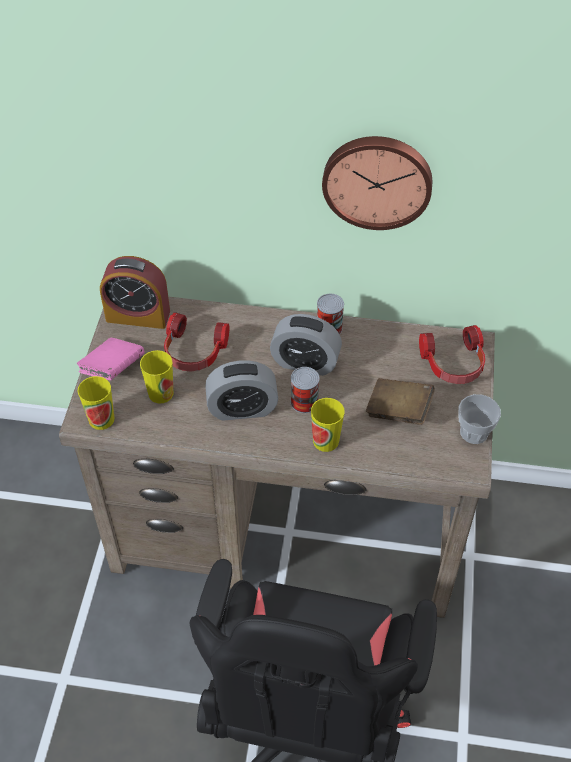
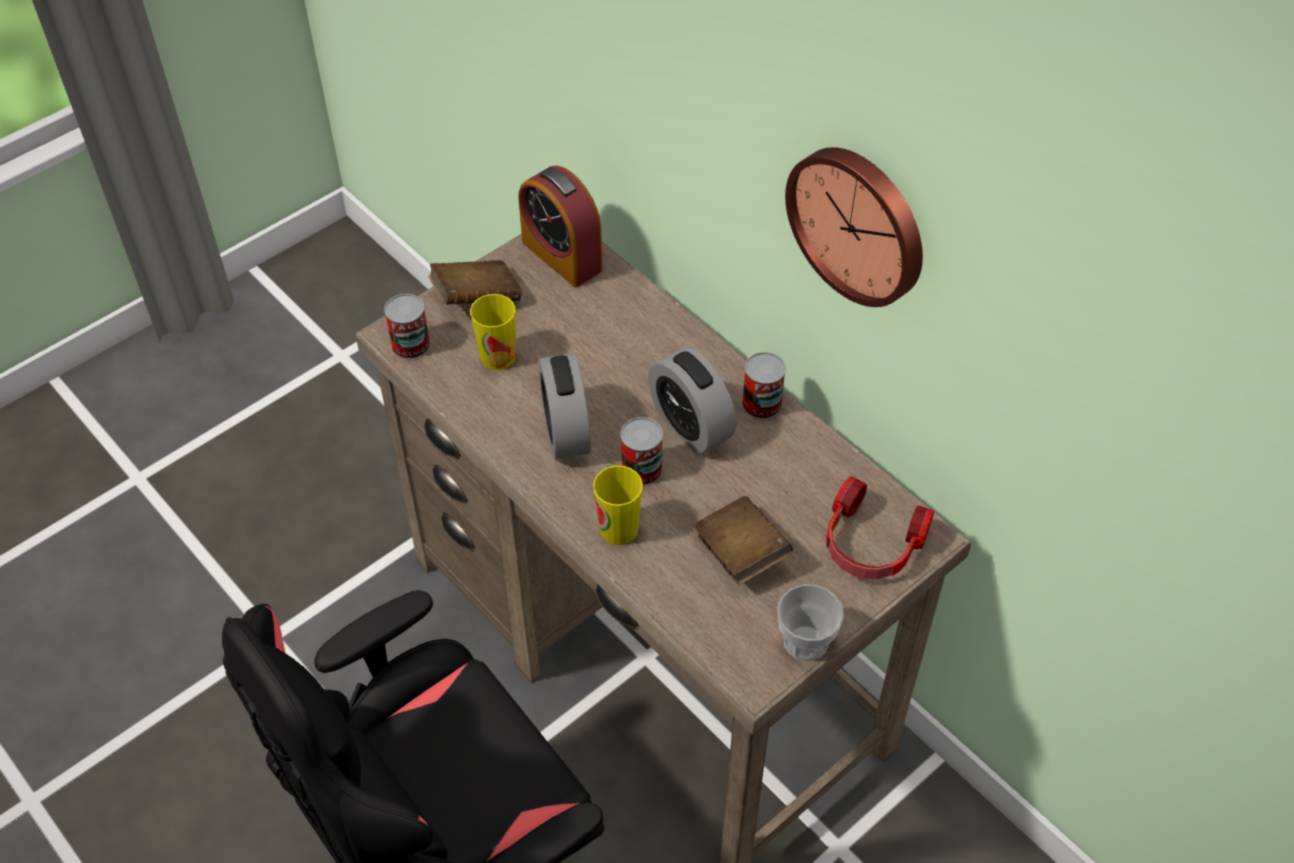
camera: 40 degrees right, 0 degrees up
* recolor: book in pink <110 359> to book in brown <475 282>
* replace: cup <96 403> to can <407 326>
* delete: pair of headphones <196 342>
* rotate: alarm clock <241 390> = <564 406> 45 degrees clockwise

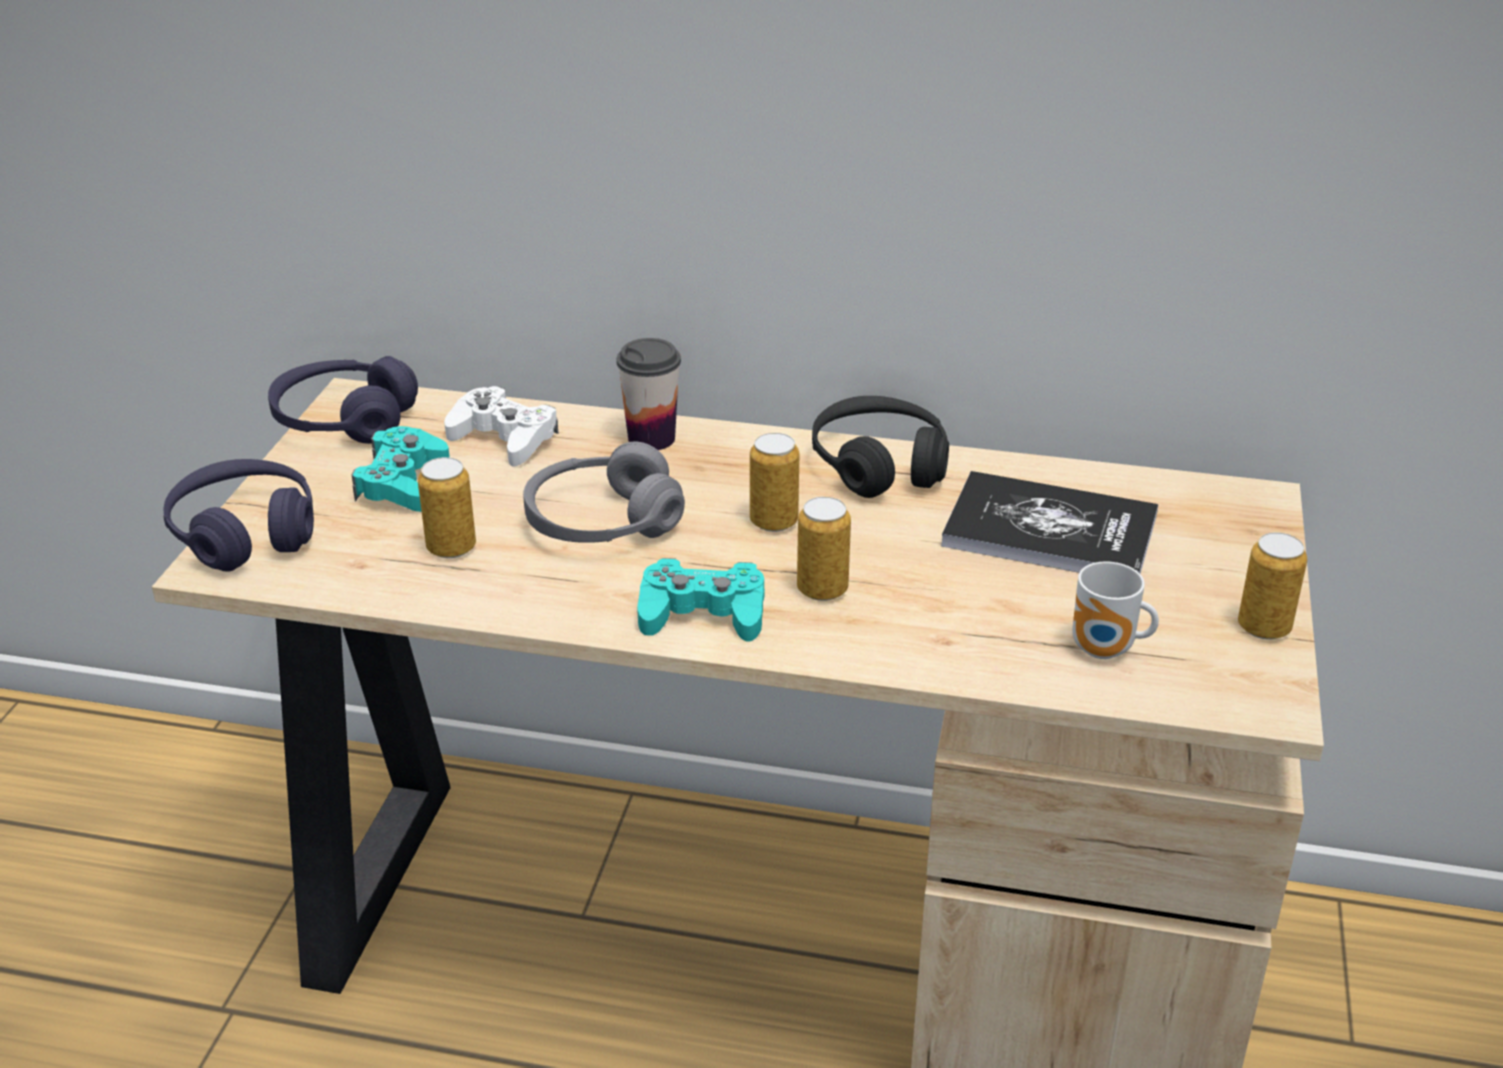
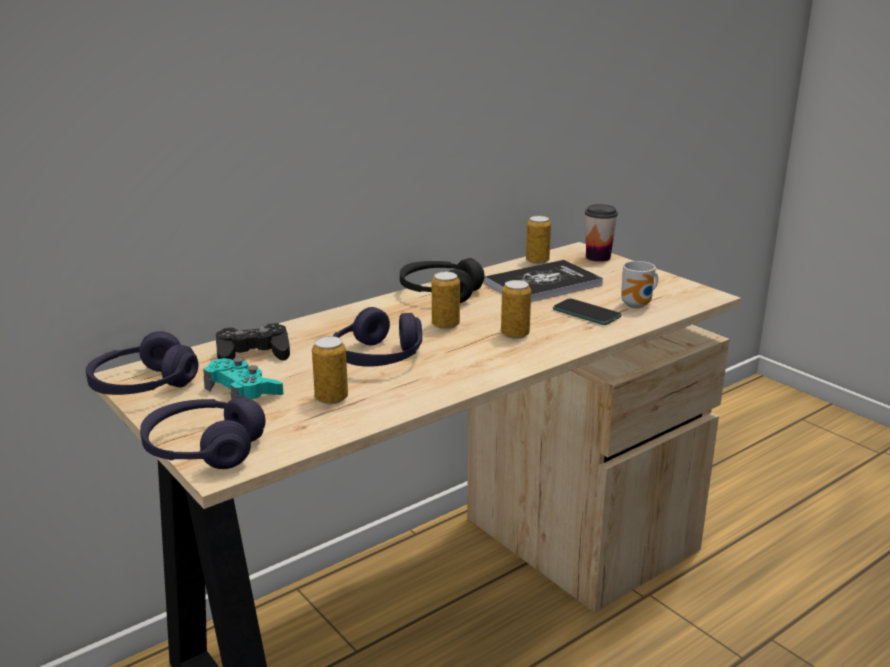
camera: 50 degrees left, 10 degrees down
* recolor: joypad in white-coloured <501 426> to joypad in black-coloured <253 342>
* recolor: pair of headphones in gray <604 492> to pair of headphones in purple <377 337>
* move: cup <649 394> to <601 233>
* delete: joypad in turquoise <701 600>
* move: can <1272 586> to <538 240>
* insert: handset <587 311>

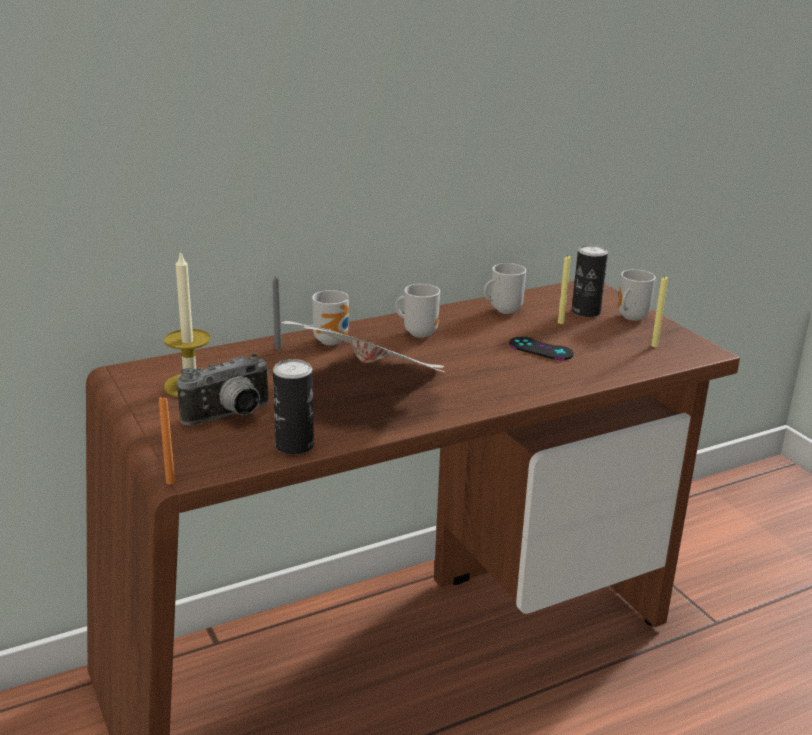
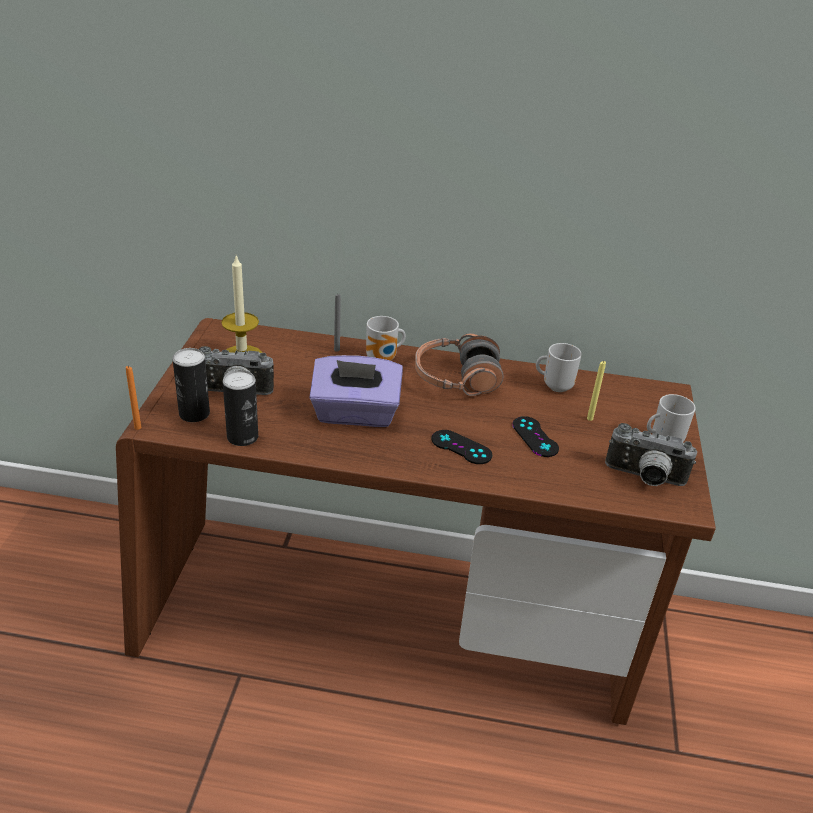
camera: 35 degrees right, 10 degrees up
* replace: daily paper <363 346> to box of tissues in purple <356 391>
* replace: mug <417 311> to pair of headphones <459 364>
* move: can <590 281> to <191 385>
* replace: wax candle in yellow <659 312> to still camera <651 454>
* insert: joypad in black-coloured <461 447>

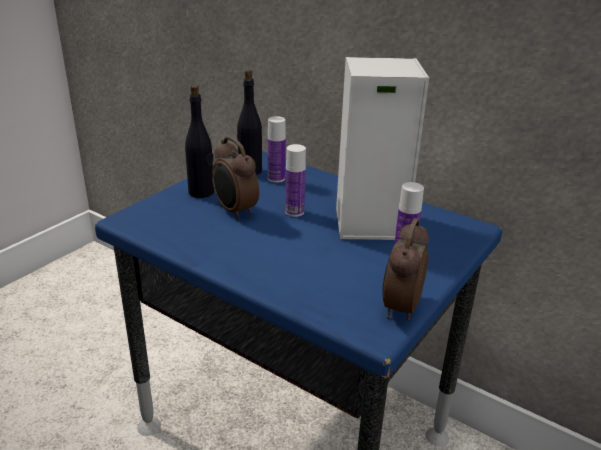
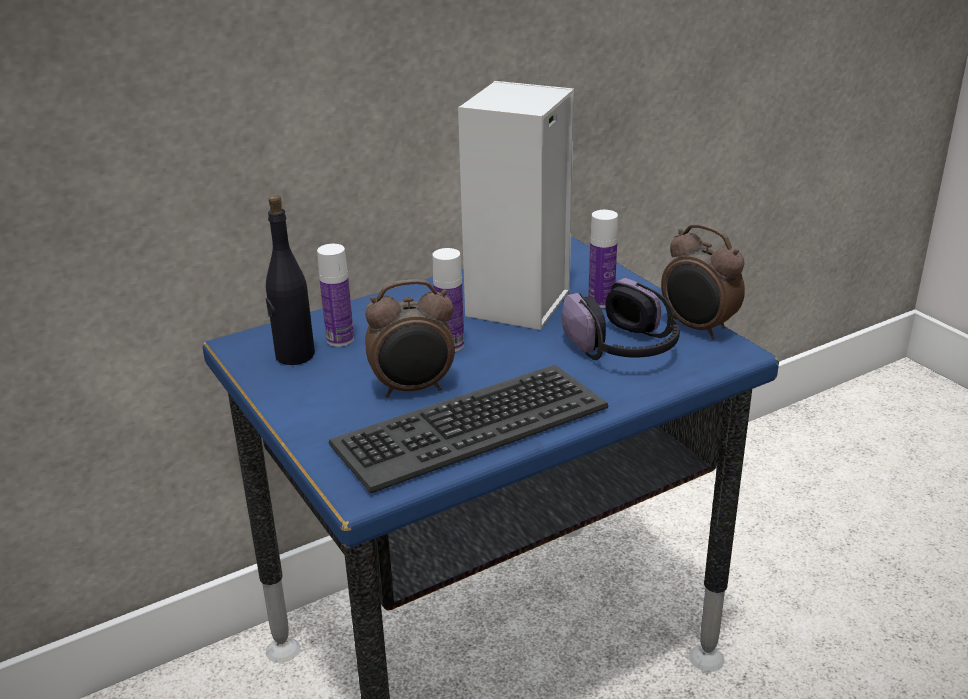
camera: 65 degrees left, 0 degrees up
* delete: beverage bottle in black-coloured <199 141>
* insert: PC keyboard <468 429>
* insert: pair of headphones <621 319>

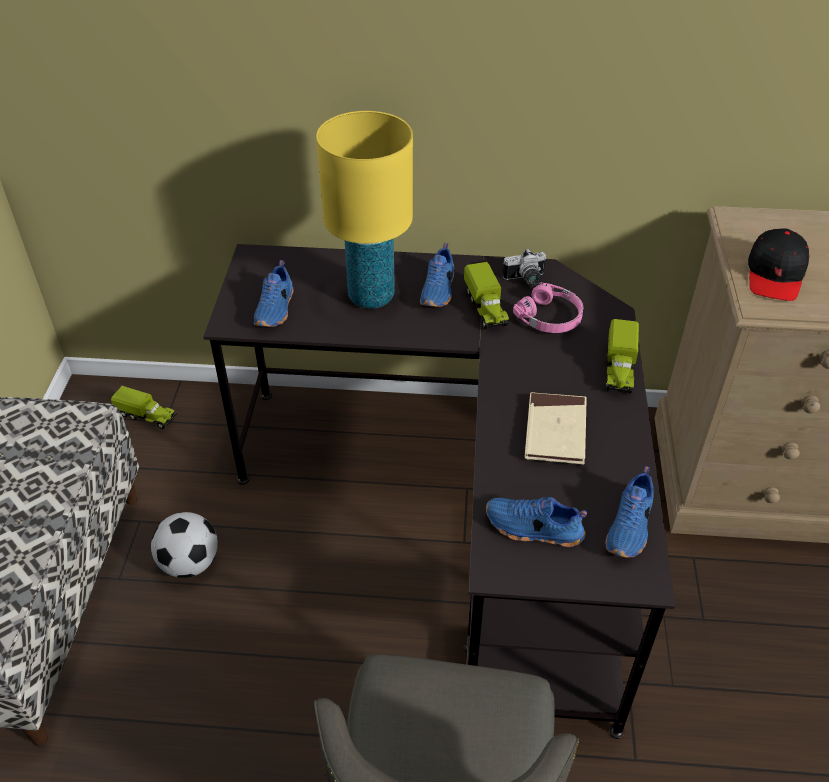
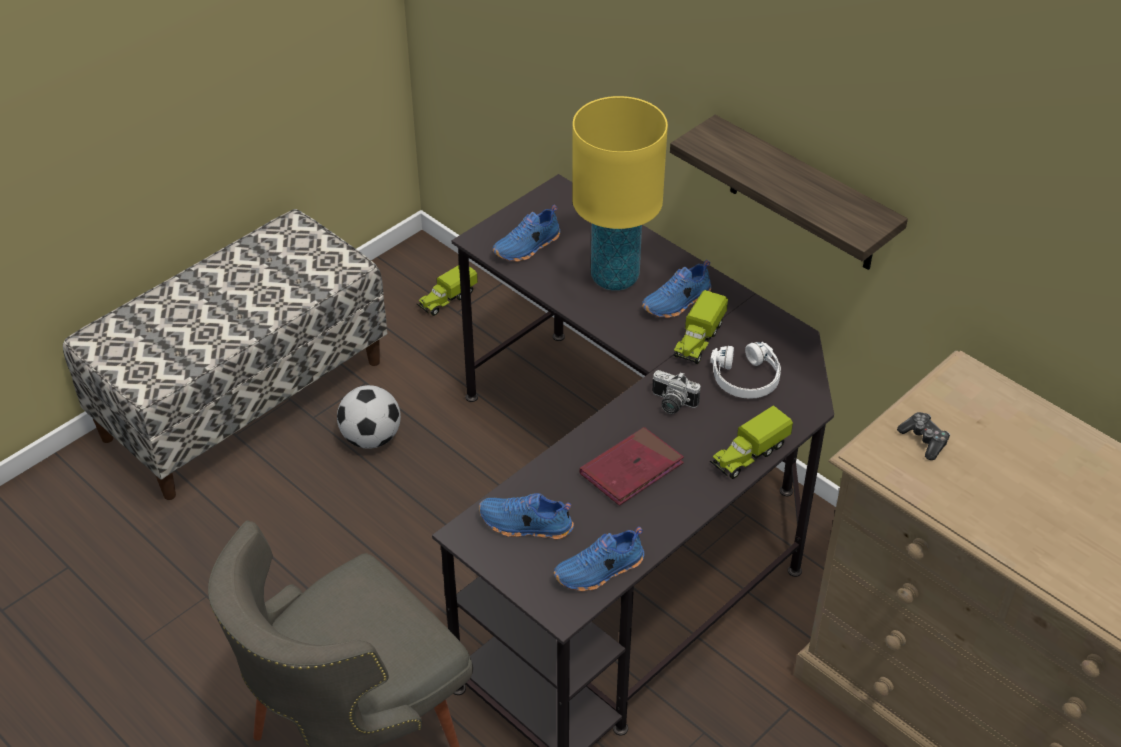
camera: 40 degrees right, 0 degrees up
* rotate: model truck <144 407> = <447 290> 75 degrees clockwise
* rotate: shoe in blue-coloured <536 522> = <526 516> 45 degrees counterclockwise
* move: still camera <524 267> to <676 392>
* recolor: pair of headphones in pink <548 308> to pair of headphones in white-coloured <745 370>
* recolor: book in beige-coloured <556 428> to book in red <632 466>
* replace: peaked cap in black-coloured <778 264> to joypad <923 436>
* insert: wall shelf <789 192>

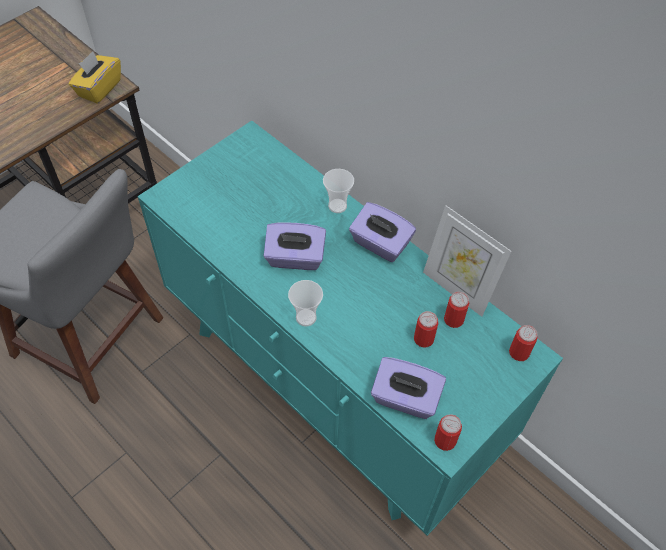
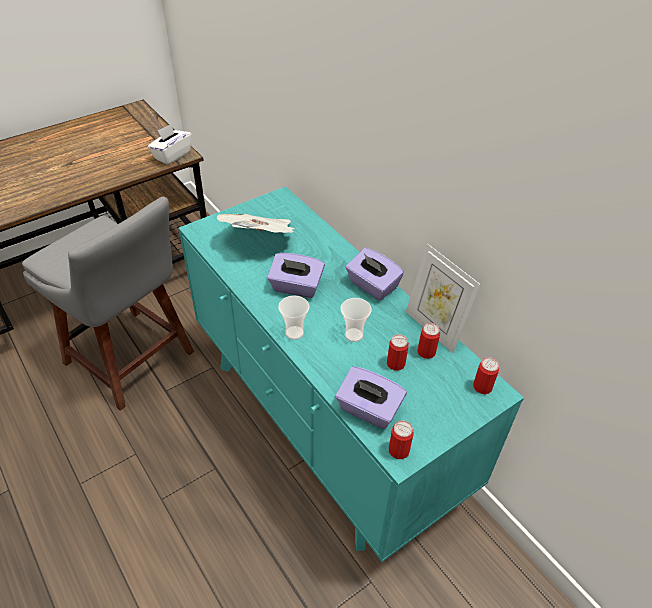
camera: 10 degrees right, 10 degrees down
* recolor: box of tissues in yellow <95 77> to box of tissues in white-coloured <170 144>
* move: cup <338 191> to <356 320>
* insert: daily paper <256 223>

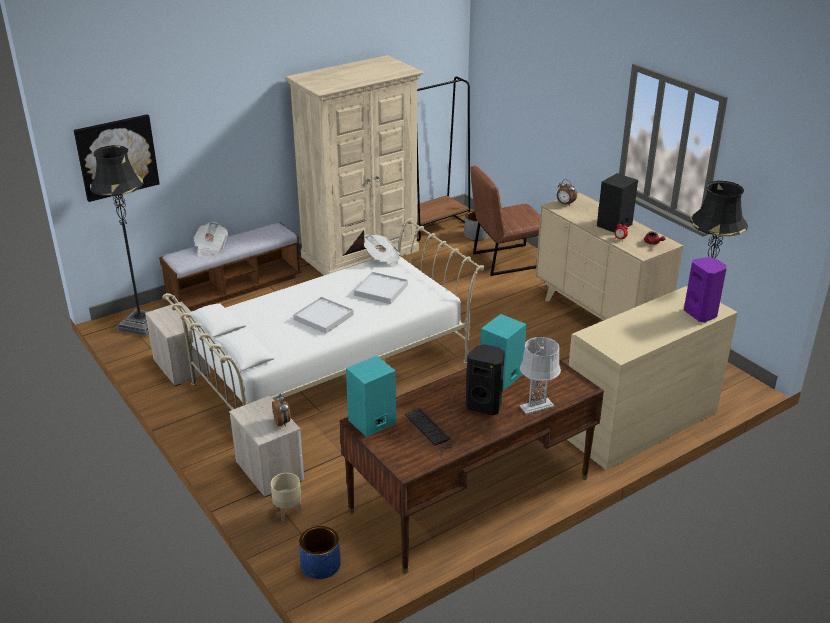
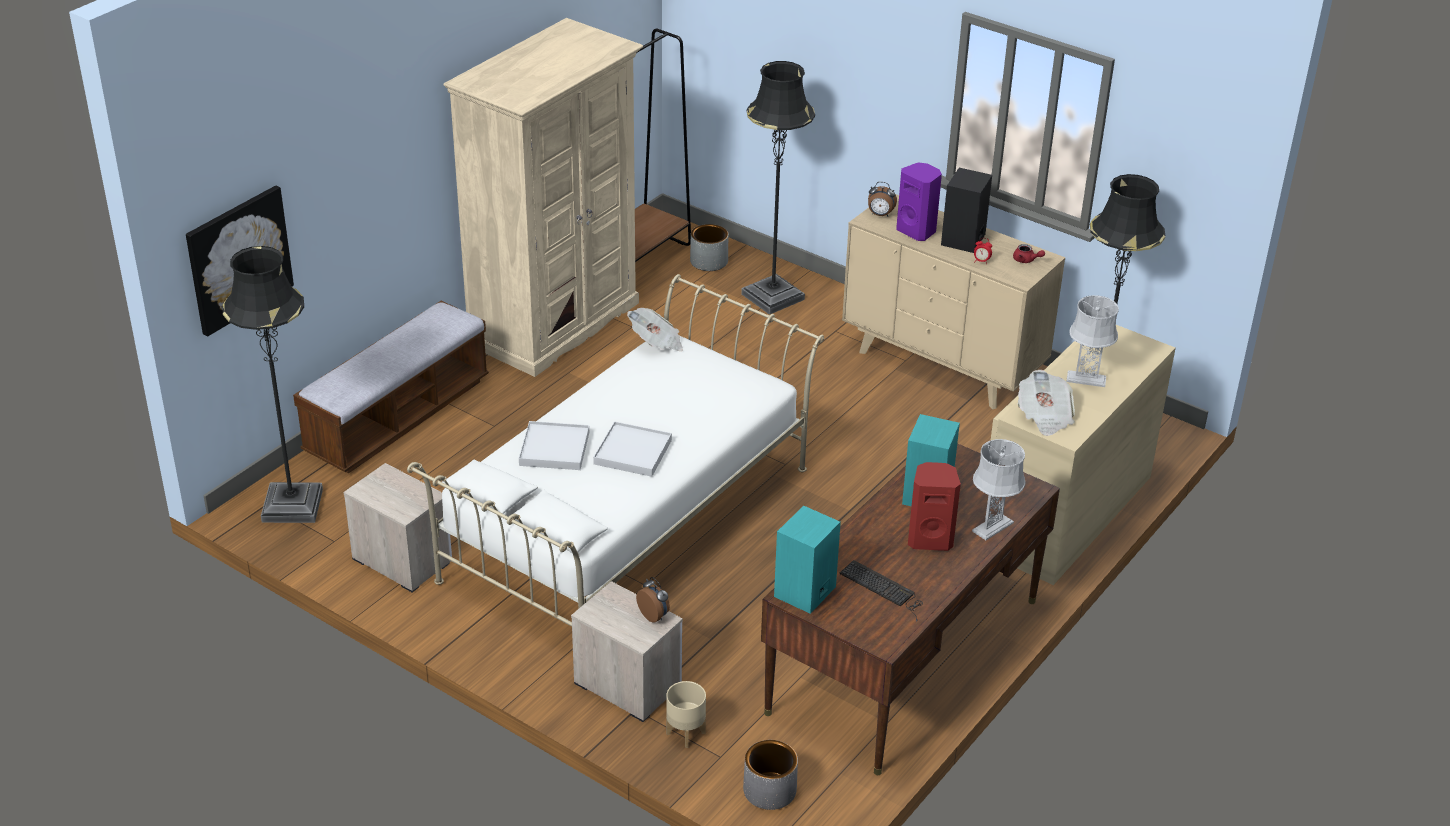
camera: 20 degrees left, 5 degrees up
* move: daily paper <210 239> to <1046 403>
* recolor: flower pot in blue-coloured <320 552> to flower pot in gray <770 775>
* move: tray in white-coloured <381 288> to <554 445>
* recolor: speaker in black-coloured <485 379> to speaker in red <934 506>
* replace: chair in brown <505 221> to standard lamp in black-coloured <778 188>
* move: speaker in purple <705 289> to <919 202>
* insert: table lamp in gray <1092 341>

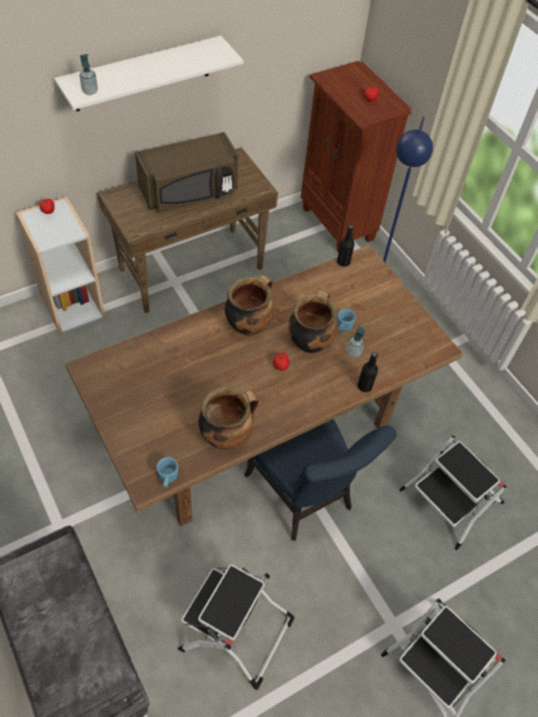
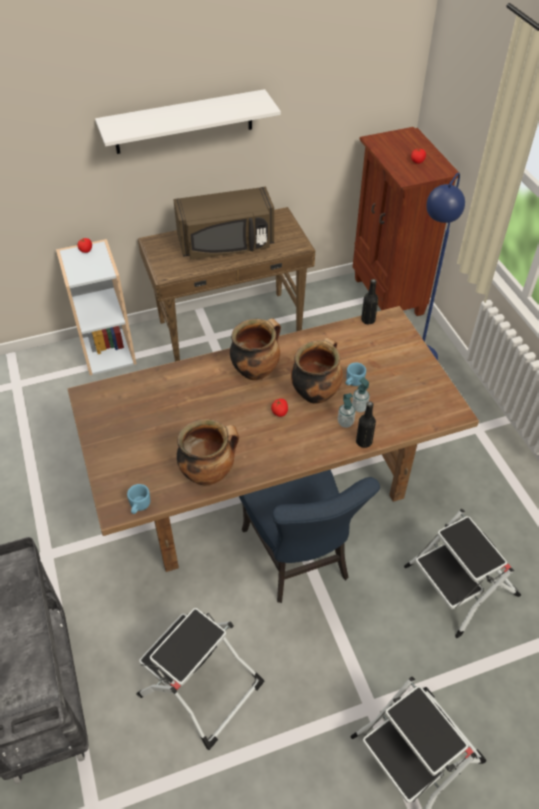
camera: 15 degrees right, 5 degrees down
* move: liquid soap bottle <88 74> to <346 410>

